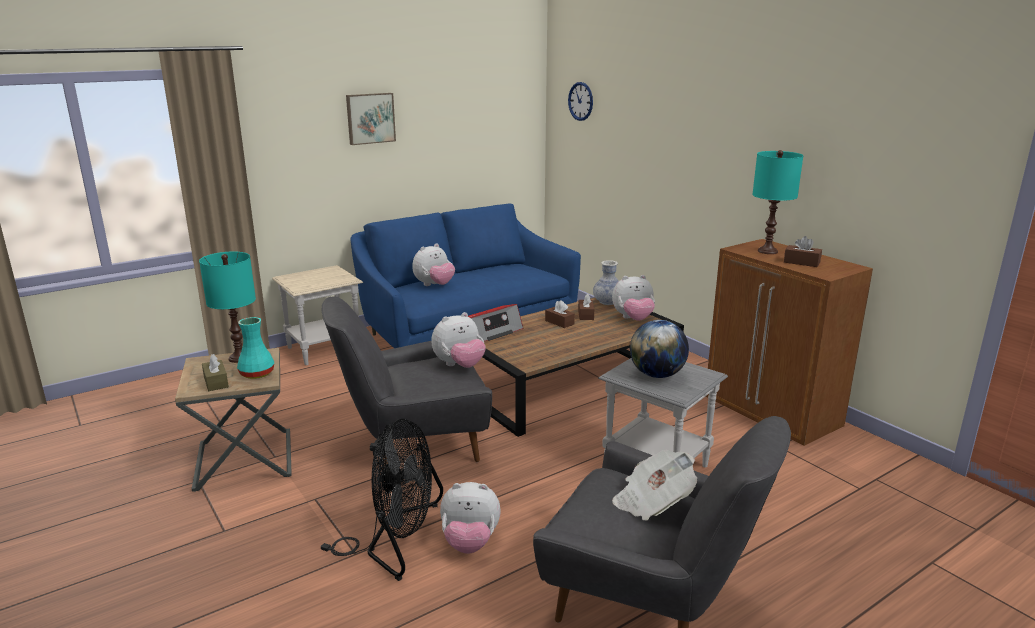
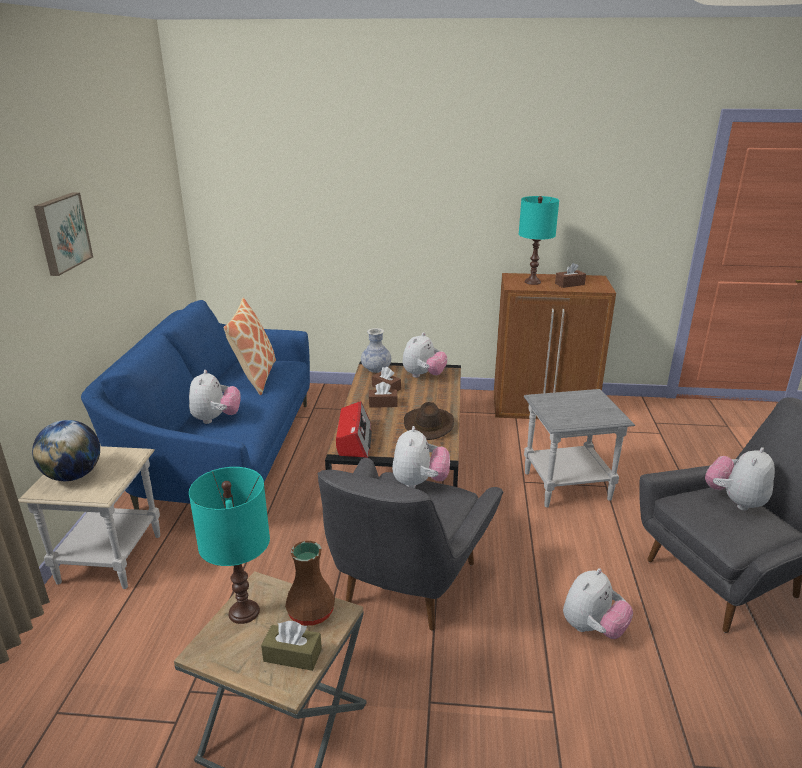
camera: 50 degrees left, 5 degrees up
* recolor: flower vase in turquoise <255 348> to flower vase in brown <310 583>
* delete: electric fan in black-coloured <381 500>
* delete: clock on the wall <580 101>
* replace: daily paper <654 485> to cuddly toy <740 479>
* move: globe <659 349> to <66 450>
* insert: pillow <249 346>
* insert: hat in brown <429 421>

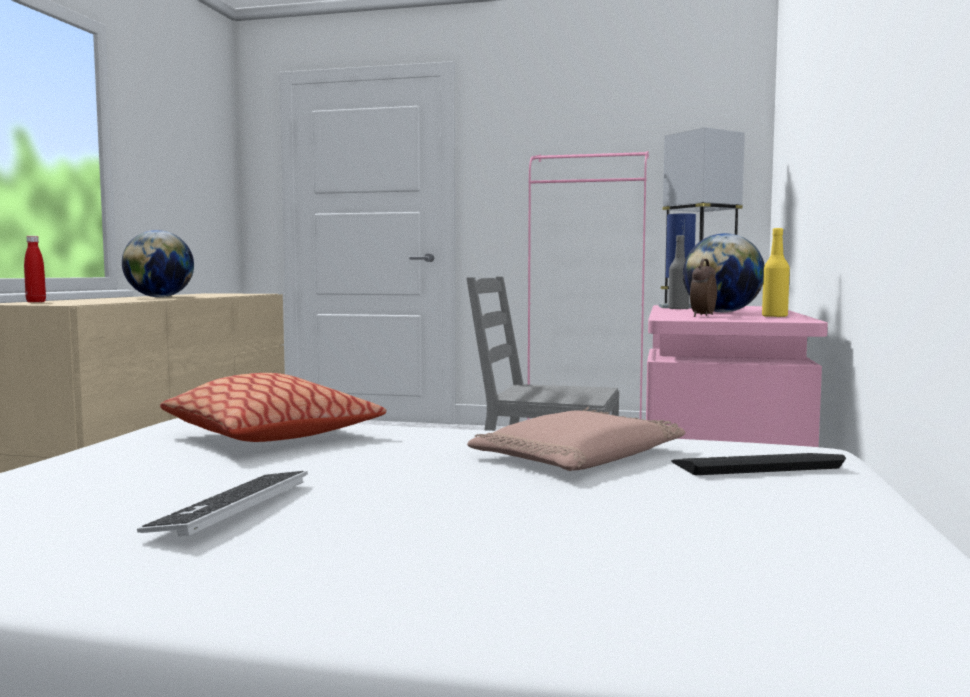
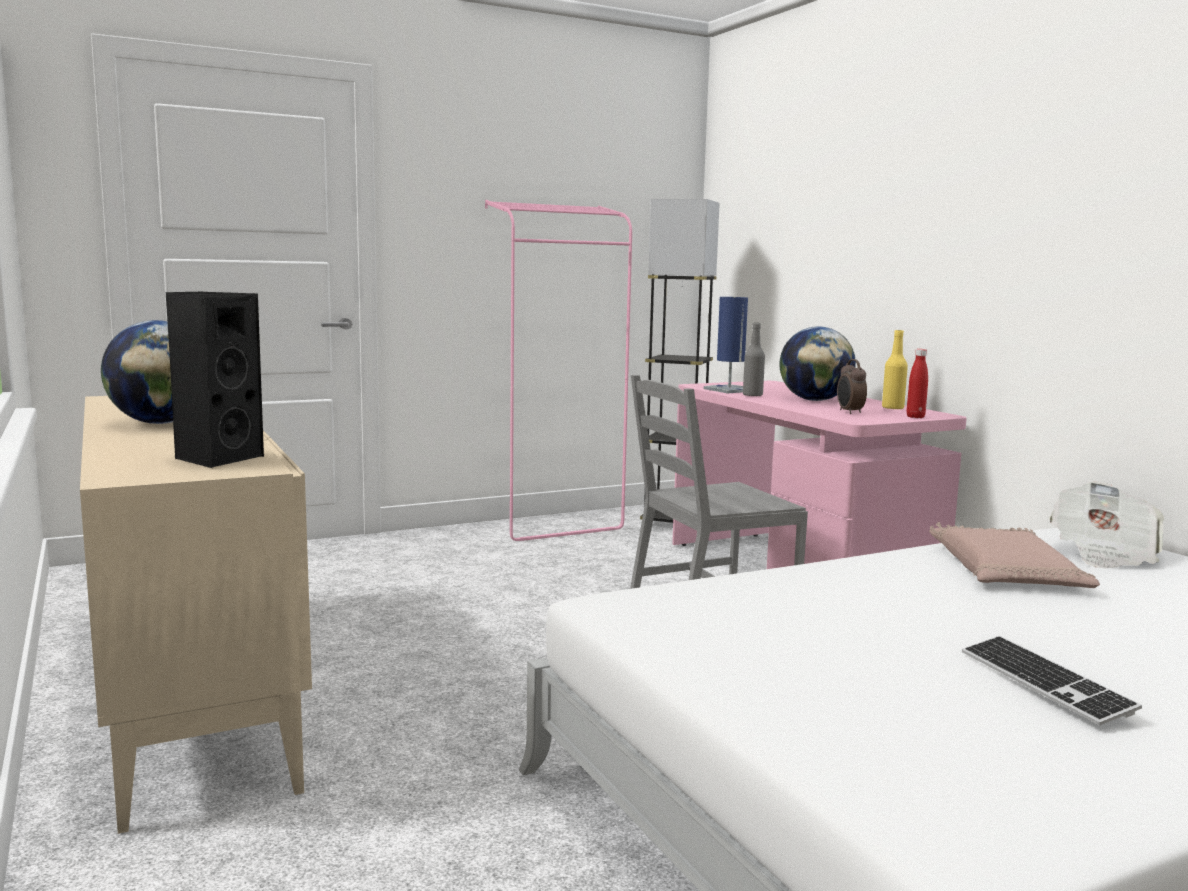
camera: 40 degrees left, 5 degrees up
* move: beverage bottle in red <35 269> to <917 383>
* delete: pillow <273 407>
* replace: PC keyboard <758 464> to daily paper <1106 525>
* insert: speaker in black-coloured <214 380>

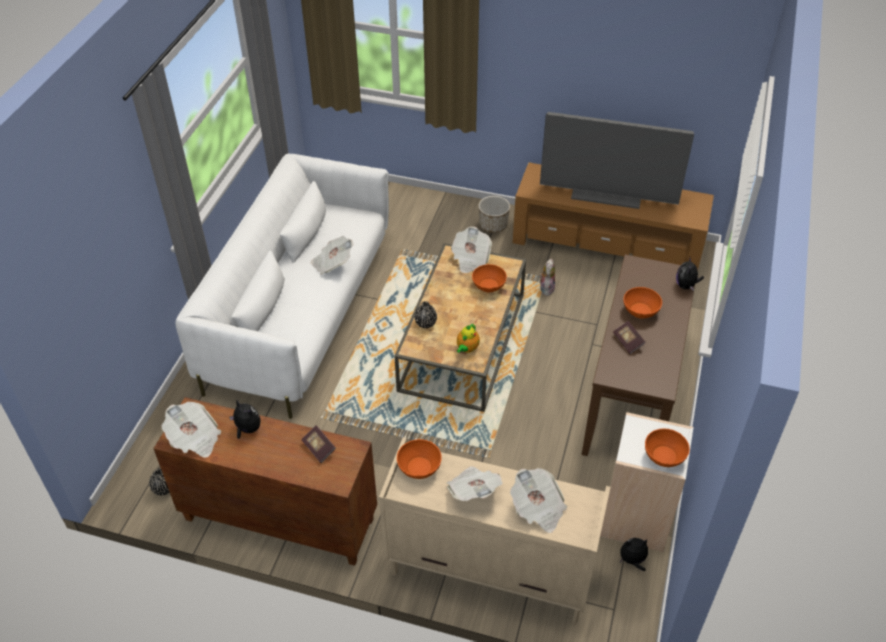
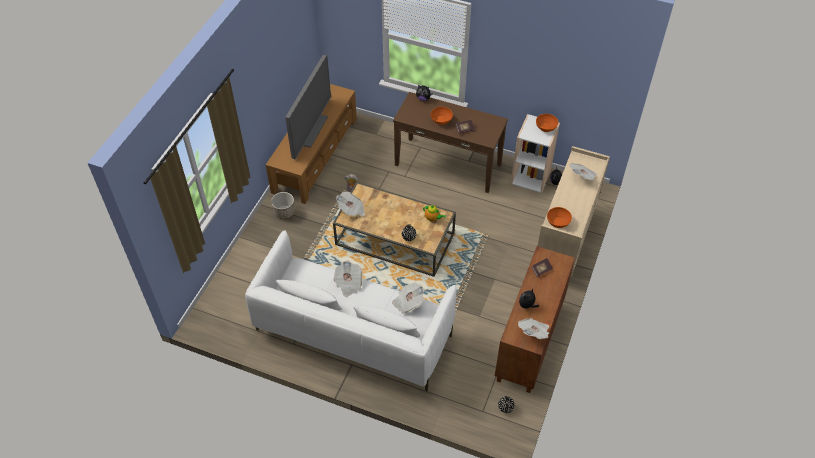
camera: 85 degrees left, 5 degrees up
* move: daily paper <475 483> to <408 298>
* delete: deep dish in orange-coloured <489 278>

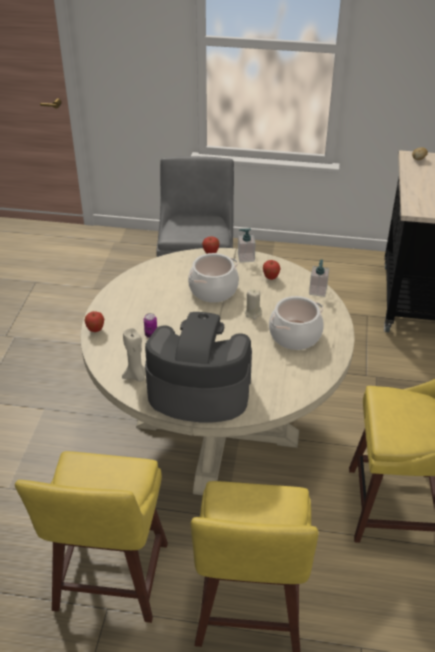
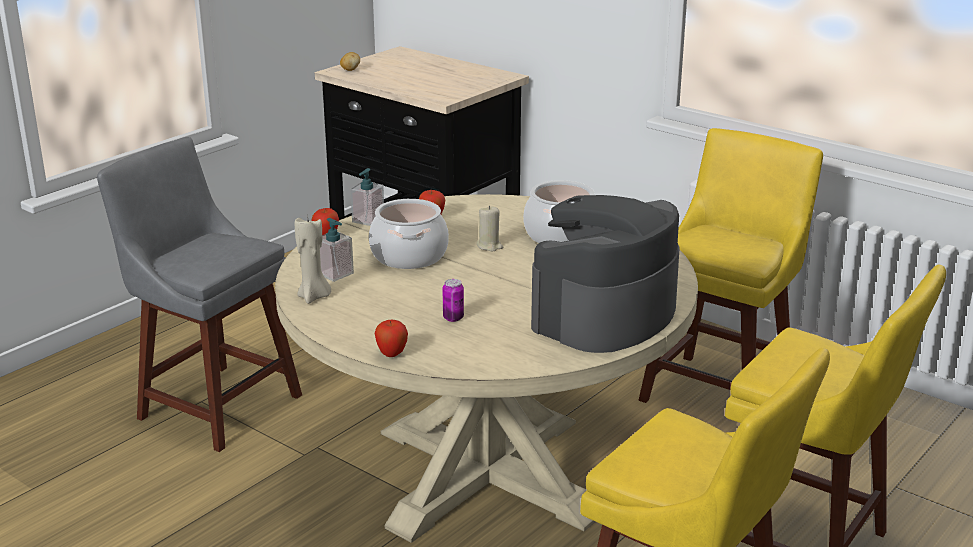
camera: 60 degrees left, 15 degrees down
* move: wax candle in beige-coloured <134 355> to <313 261>
* move: liquid soap bottle <319 278> to <337 250>

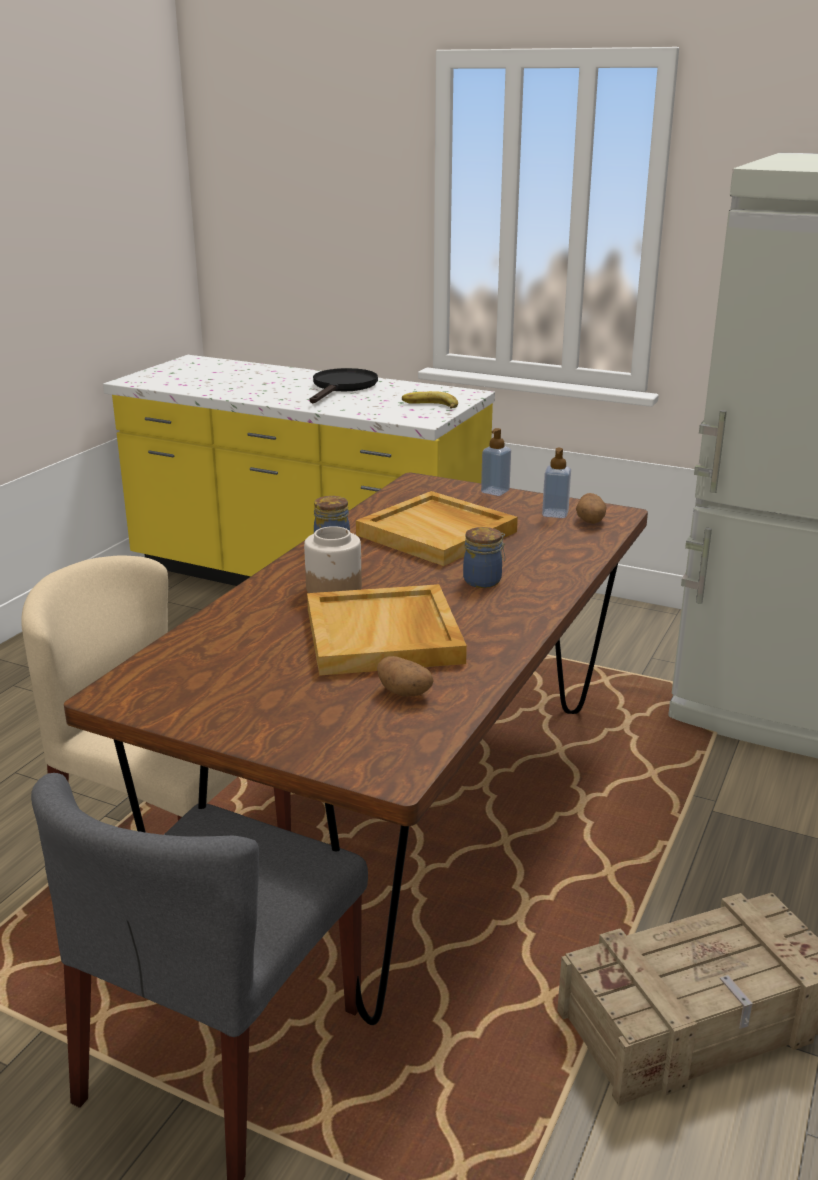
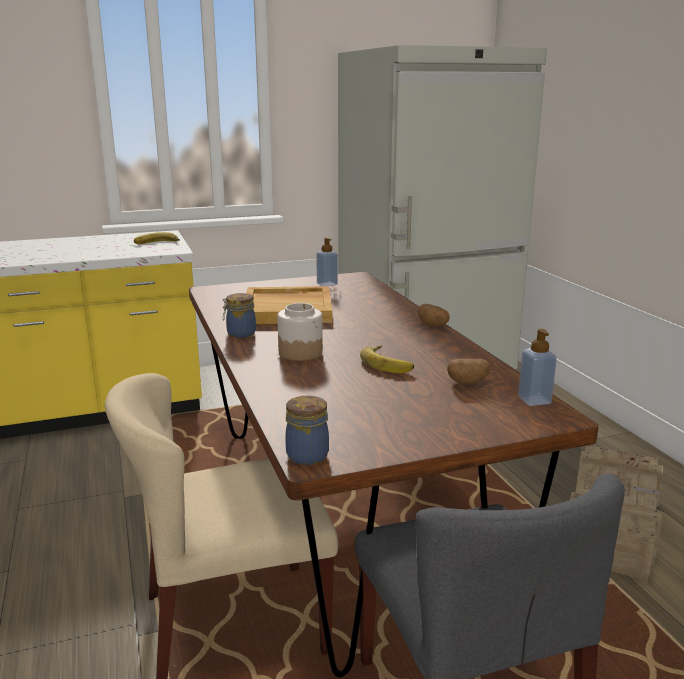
camera: 45 degrees left, 5 degrees down
* replace: tray in beige-coloured <387 630> to banana fruit <387 359>
* delete: skillet in black-coloured <343 385>
* move: storage jar <484 557> to <307 430>
* move: liquid soap bottle <496 462> to <537 367>
* move: whole potato <591 508> to <434 315>

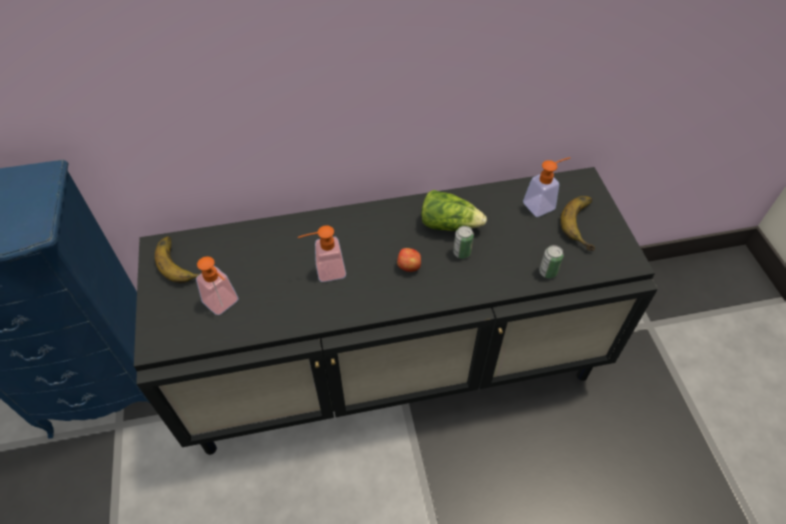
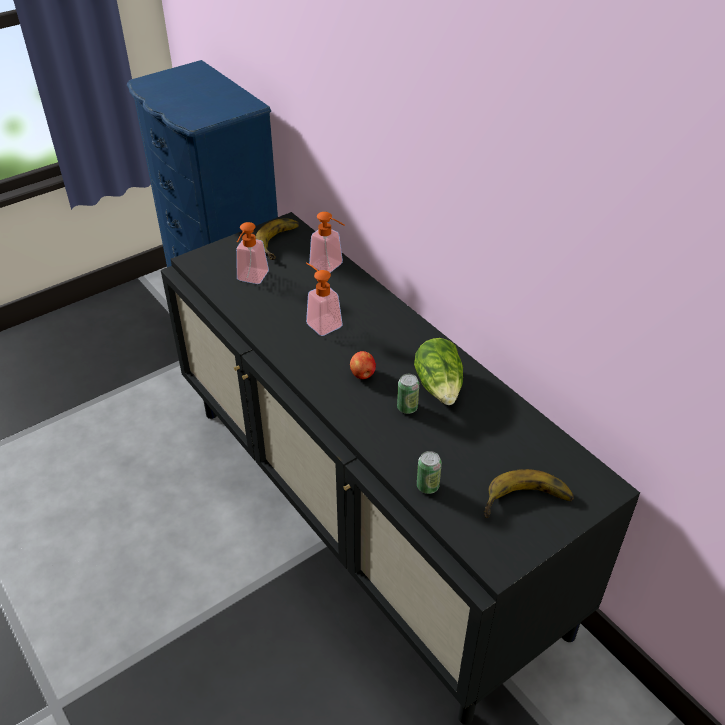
camera: 65 degrees right, 10 degrees down
* move: liquid soap bottle <546 187> to <327 242>

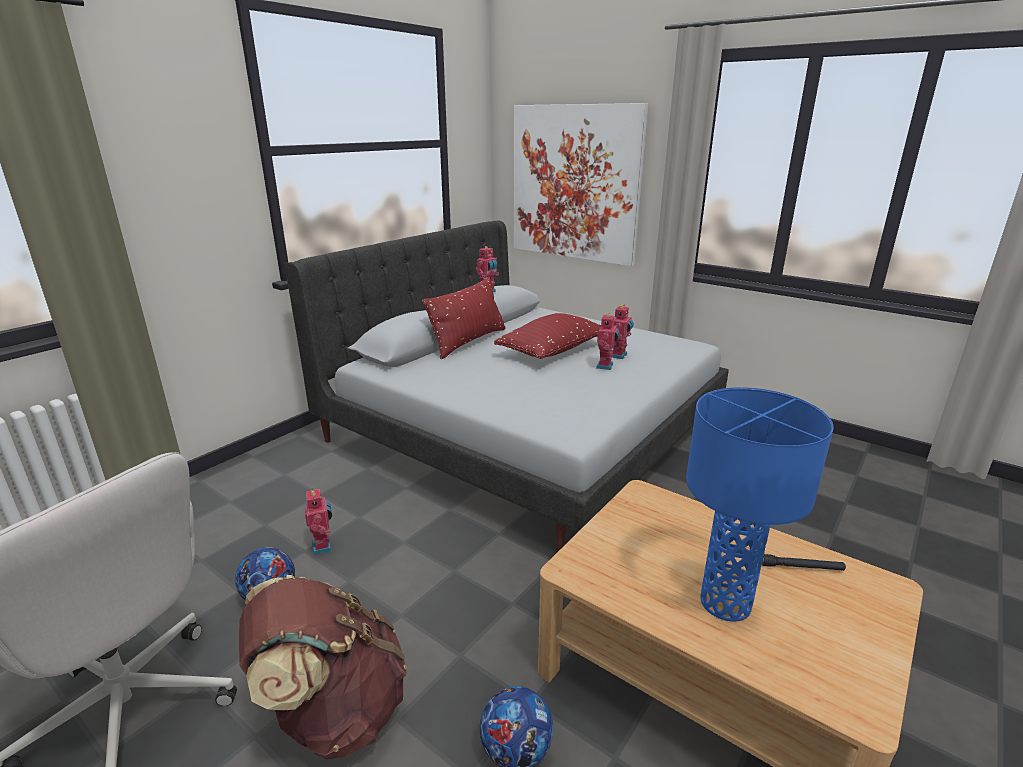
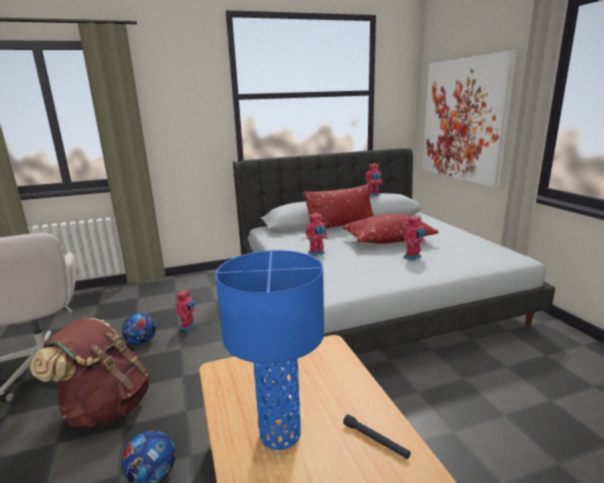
camera: 35 degrees right, 5 degrees down
* move: robot figure <623 332> to <316 234>

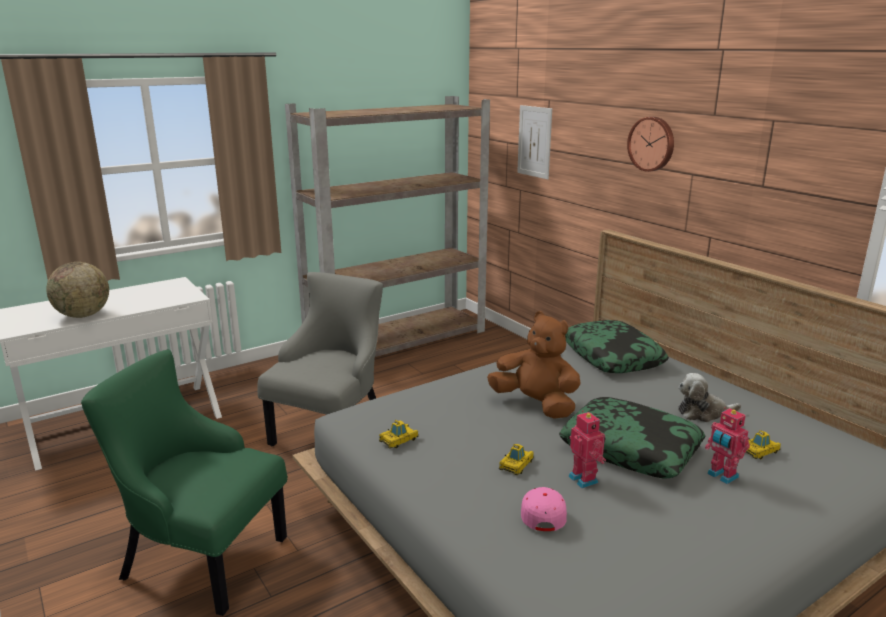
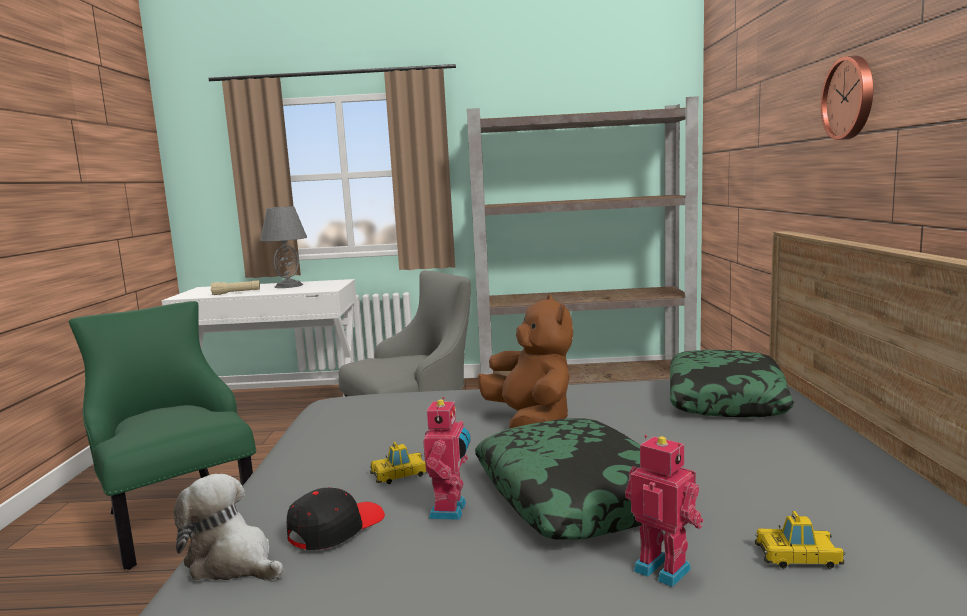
camera: 35 degrees right, 10 degrees down
* replace: globe <77 290> to flashlight in beige-coloured <235 288>
* delete: toy car <399 434>
* delete: wall picture <534 142>
* recolor: peaked cap in pink <544 509> to peaked cap in black-coloured <336 518>
* move: cuddly toy <709 397> to <228 527>
* rotate: robot figure <727 445> = <664 511> 135 degrees clockwise
* insert: table lamp in gray <283 247>

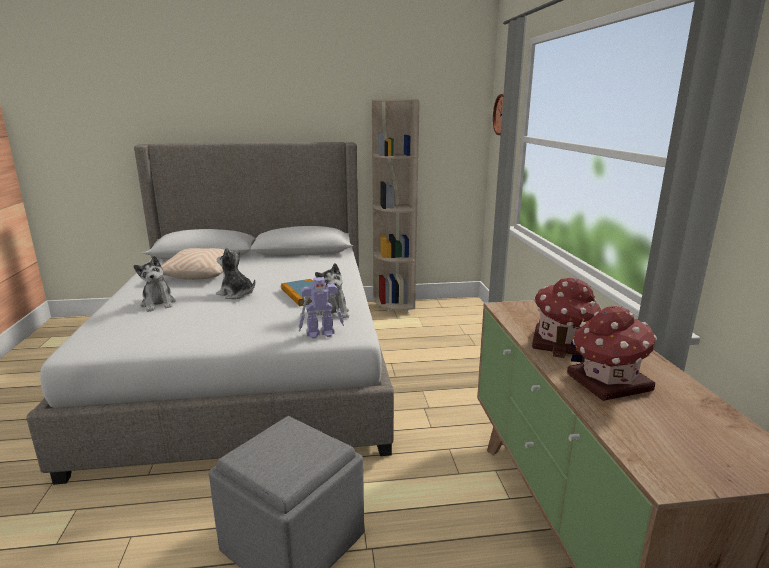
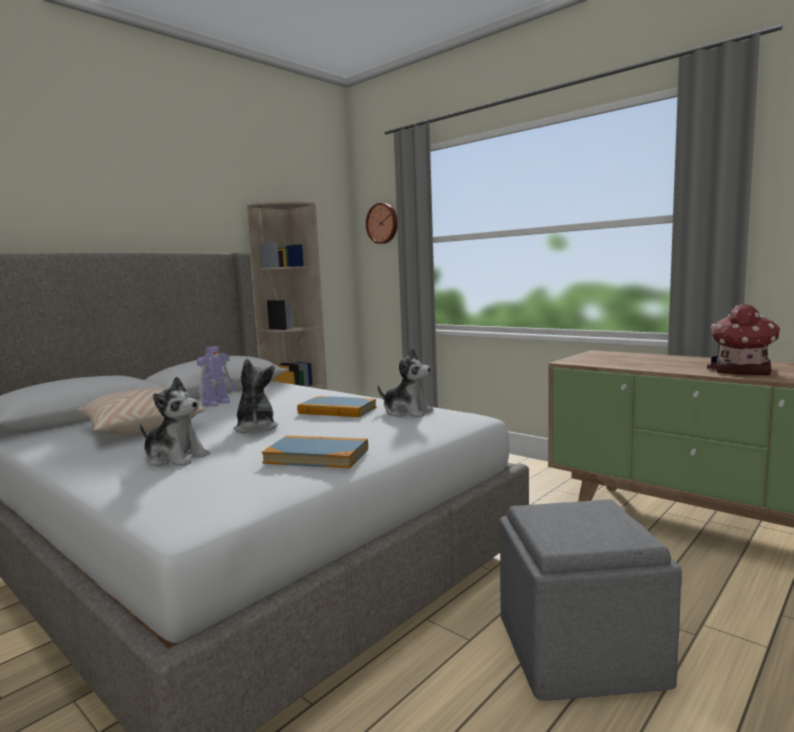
camera: 40 degrees left, 10 degrees down
* rotate: cuddly toy <235 273> = <256 396> 90 degrees clockwise
* move: robot figure <321 308> to <216 376>
* delete: toy house <566 318>
* insert: book <315 451>

